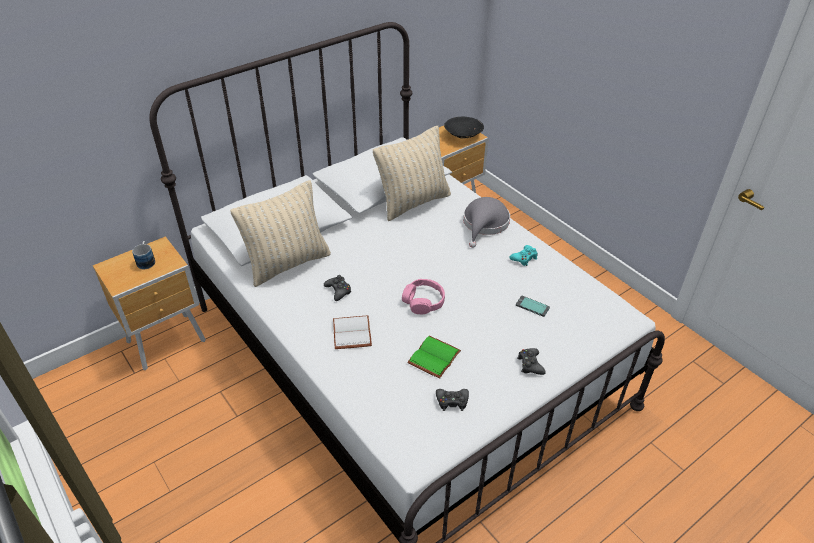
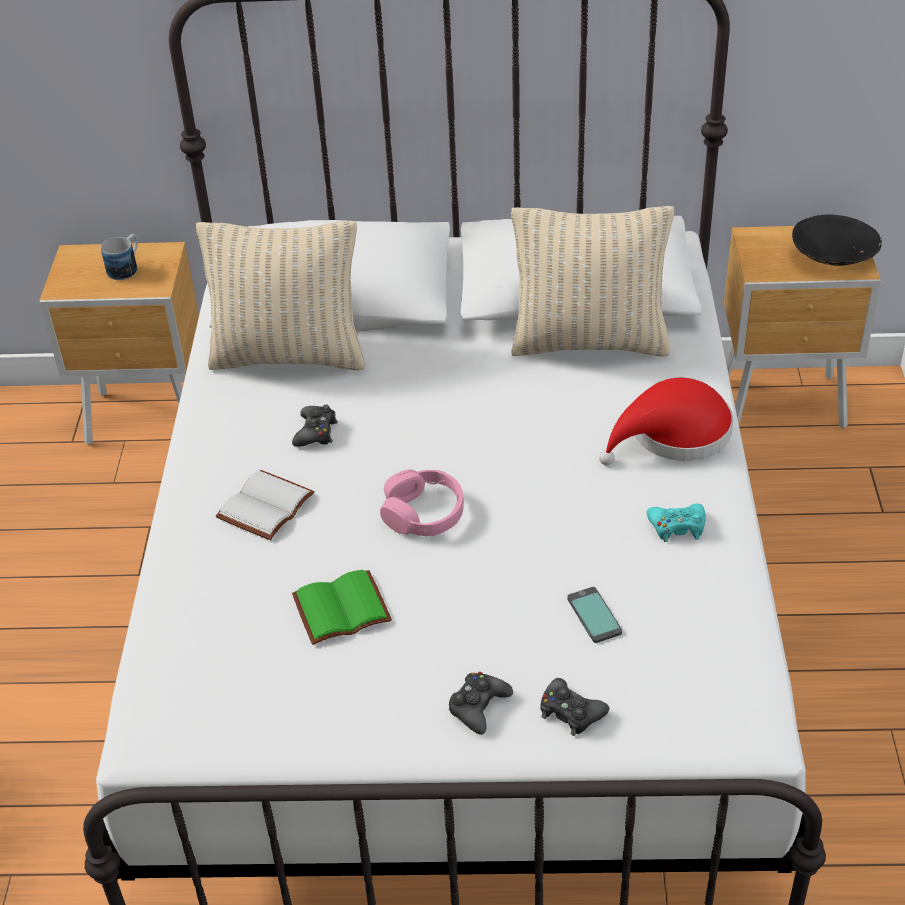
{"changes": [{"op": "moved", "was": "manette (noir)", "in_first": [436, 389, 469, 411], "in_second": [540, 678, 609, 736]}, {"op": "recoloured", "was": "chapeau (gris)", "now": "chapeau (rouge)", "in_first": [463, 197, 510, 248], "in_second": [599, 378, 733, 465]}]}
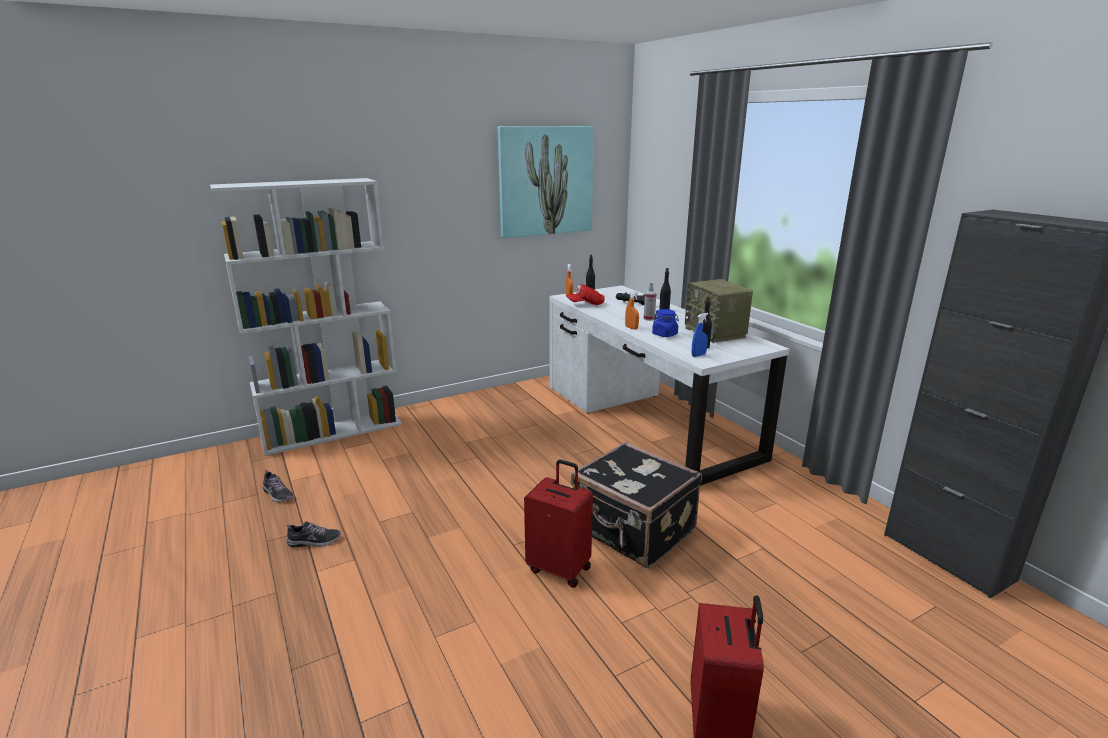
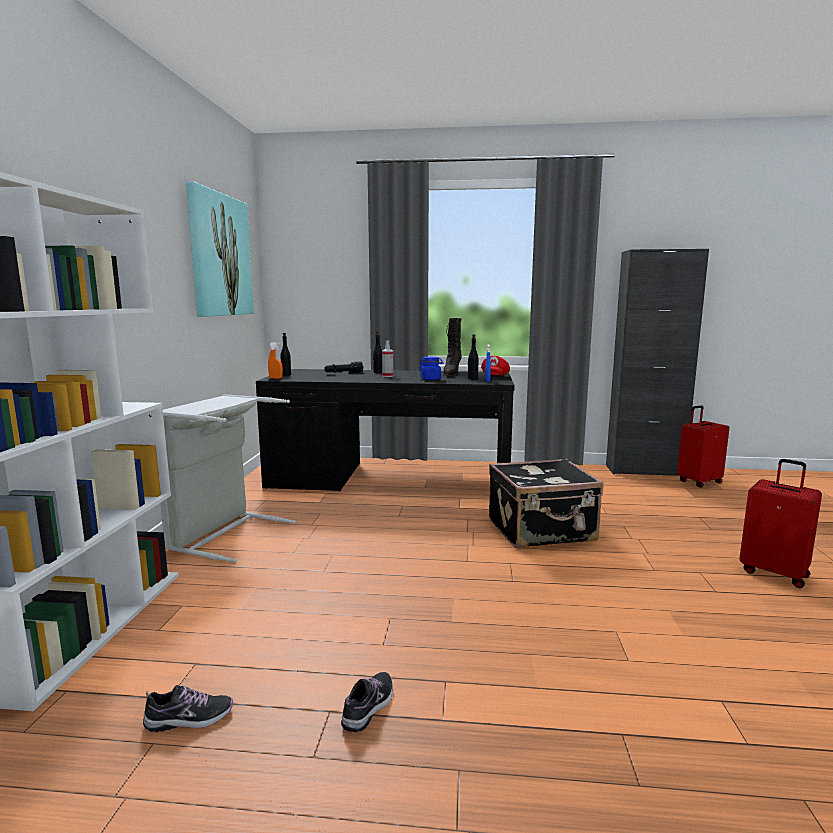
{"changes": [{"op": "removed", "was": "vaporisateur (orange)", "in_first": [625, 290, 639, 330]}, {"op": "added", "now": "panier à linge (gris)", "in_second": [160, 394, 296, 563]}, {"op": "moved", "was": "valise (rouge)", "in_first": [524, 459, 593, 588], "in_second": [677, 405, 729, 488]}, {"op": "moved", "was": "casquette (rouge)", "in_first": [566, 284, 605, 305], "in_second": [481, 356, 510, 375]}, {"op": "replaced", "was": "radio", "now": "botte (noir)", "in_first": [685, 279, 753, 343], "in_second": [443, 318, 462, 376]}, {"op": "recoloured", "was": "bureau (blanc)", "now": "bureau (noir)", "in_first": [549, 285, 789, 486], "in_second": [256, 369, 515, 492]}]}
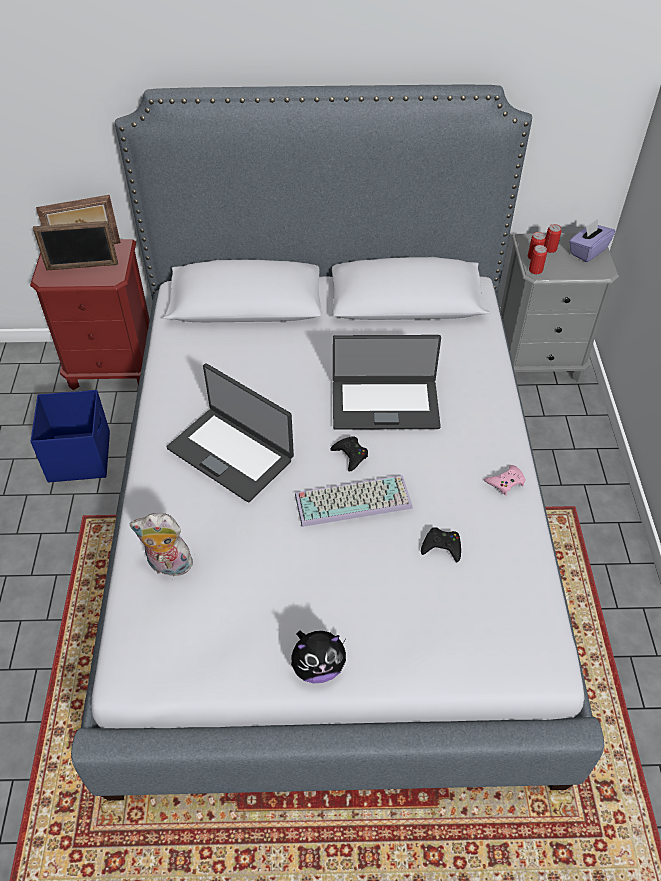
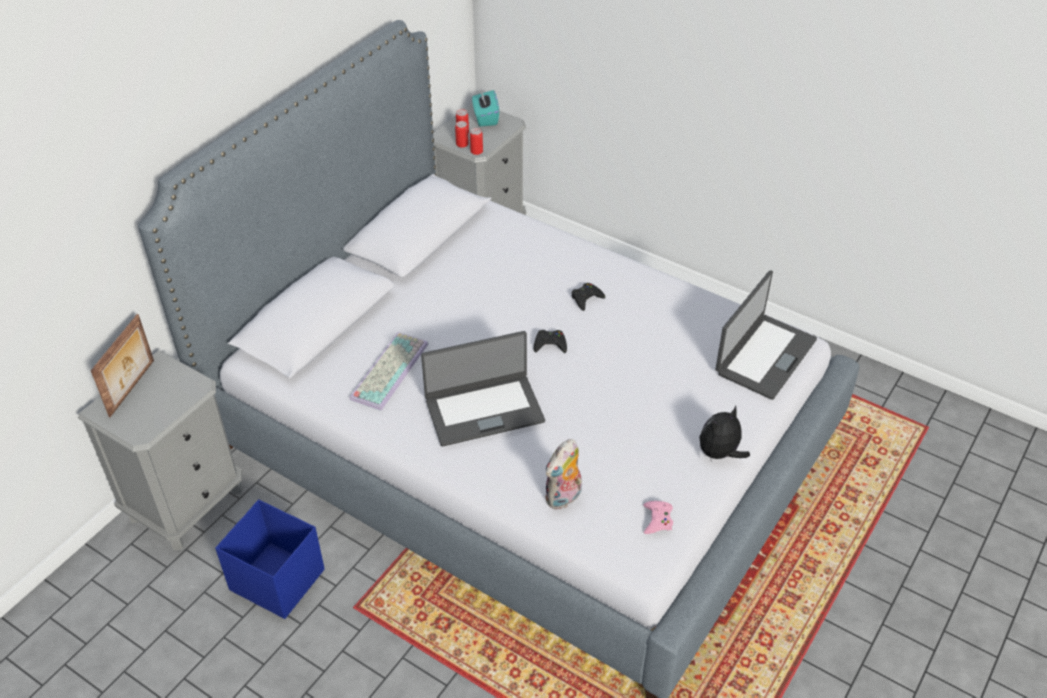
{"changes": [{"op": "removed", "was": "cadre photo", "in_first": [33, 221, 118, 271]}, {"op": "moved", "was": "clavier", "in_first": [295, 475, 413, 527], "in_second": [350, 332, 428, 411]}, {"op": "moved", "was": "ordinateur portable", "in_first": [333, 335, 441, 430], "in_second": [715, 270, 817, 400]}, {"op": "moved", "was": "manette (noir)", "in_first": [421, 527, 461, 562], "in_second": [572, 283, 605, 311]}, {"op": "moved", "was": "manette (rose)", "in_first": [484, 465, 526, 496], "in_second": [643, 501, 673, 534]}, {"op": "recoloured", "was": "table de chevet (rouge)", "now": "table de chevet (gris)", "in_first": [30, 239, 150, 390], "in_second": [78, 350, 242, 550]}, {"op": "recoloured", "was": "boîte à mouchoirs (violet)", "now": "boîte à mouchoirs (turquoise)", "in_first": [569, 219, 615, 262], "in_second": [472, 90, 499, 126]}, {"op": "turned", "was": "peluche", "in_first": [291, 631, 346, 683], "in_second": [699, 406, 750, 459], "clockwise": -150}]}
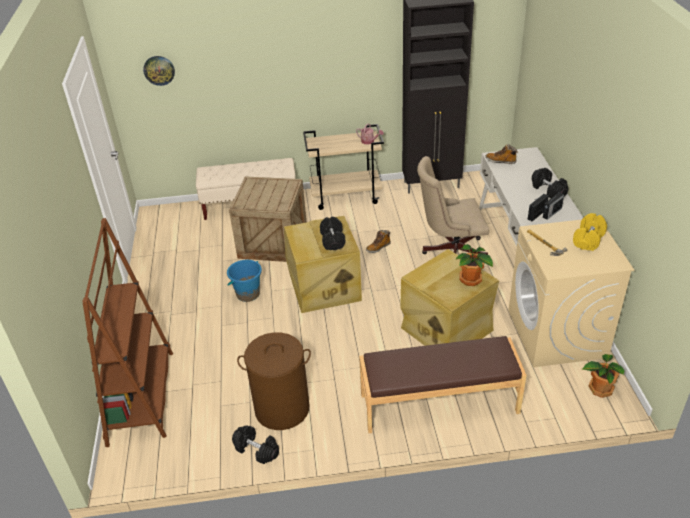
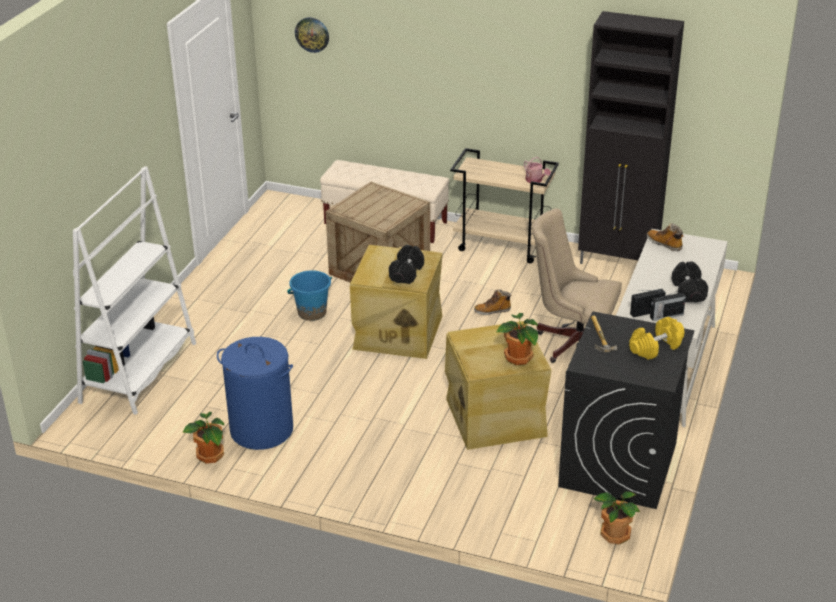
{"changes": [{"op": "removed", "was": "banc (marron)", "in_first": [359, 336, 527, 433]}, {"op": "replaced", "was": "haltère (noir)", "now": "plante en pot", "in_first": [232, 425, 279, 464], "in_second": [183, 412, 225, 464]}, {"op": "recoloured", "was": "bibliothèque (marron)", "now": "bibliothèque (blanc)", "in_first": [82, 218, 173, 447], "in_second": [73, 166, 196, 414]}, {"op": "recoloured", "was": "panier à linge (marron)", "now": "panier à linge (bleu)", "in_first": [237, 332, 311, 430], "in_second": [217, 337, 293, 450]}, {"op": "recoloured", "was": "lave-linge (beige)", "now": "lave-linge (noir)", "in_first": [508, 220, 634, 367], "in_second": [558, 312, 695, 509]}]}
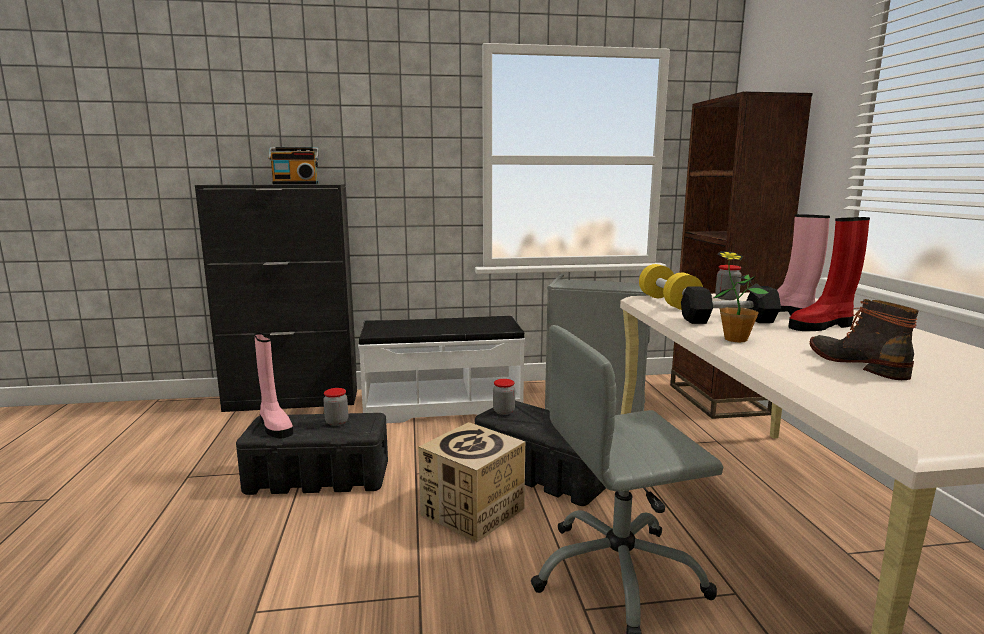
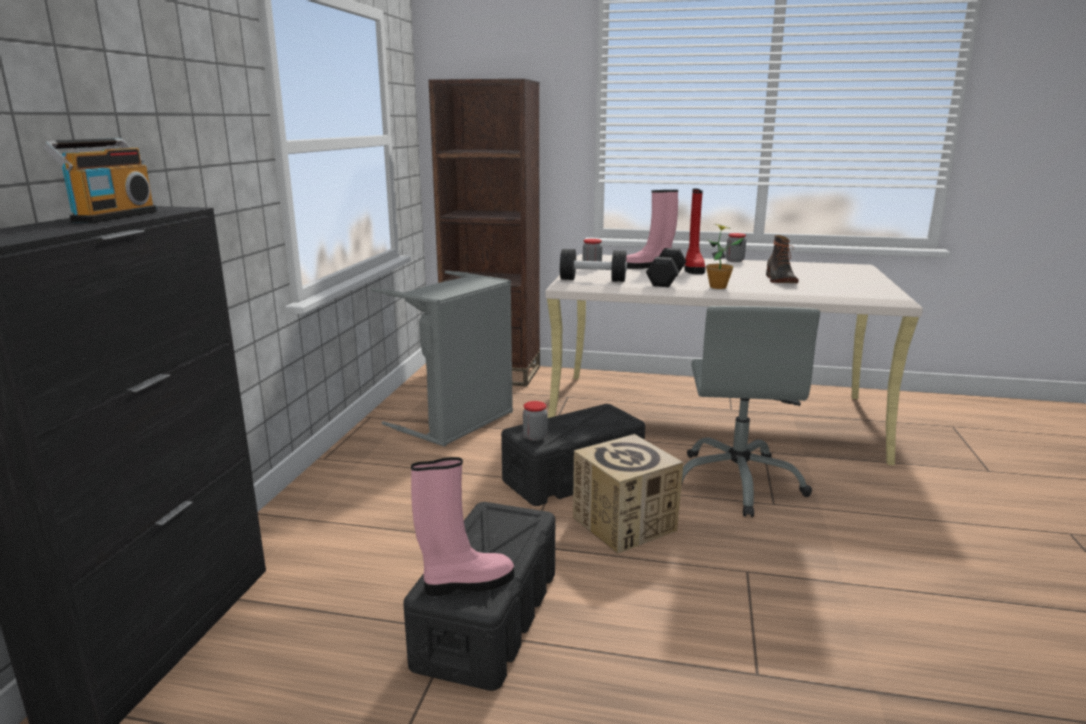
{"changes": [{"op": "removed", "was": "banc (blanc)", "in_first": [358, 316, 525, 423]}, {"op": "moved", "was": "bocal", "in_first": [323, 388, 348, 426], "in_second": [726, 233, 746, 262]}, {"op": "recoloured", "was": "haltère (jaune)", "now": "haltère (noir)", "in_first": [639, 264, 703, 310], "in_second": [560, 249, 627, 282]}, {"op": "turned", "was": "botte", "in_first": [810, 299, 919, 380], "in_second": [766, 235, 799, 283], "clockwise": -90}]}
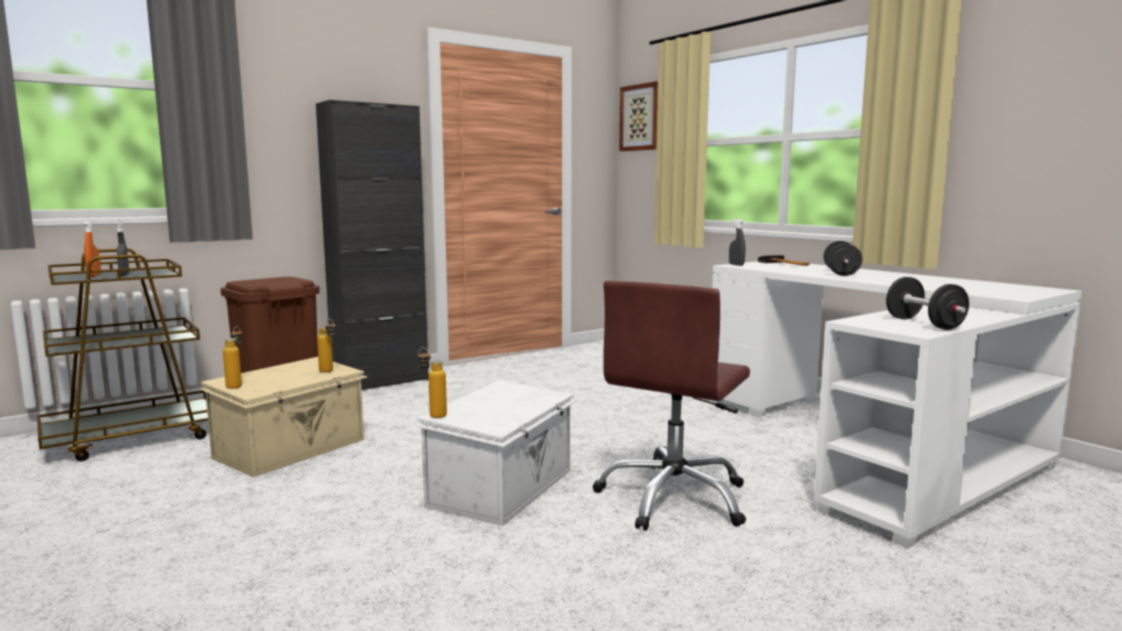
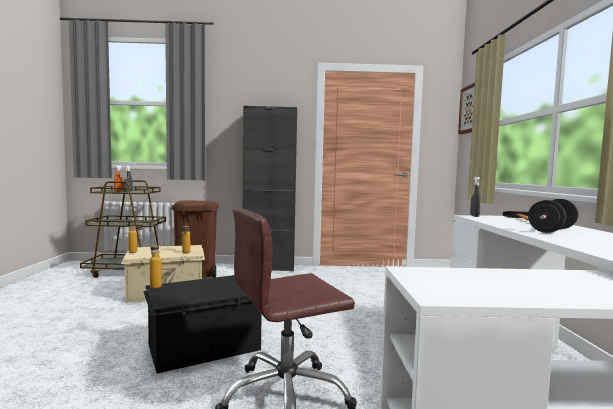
{"changes": [{"op": "removed", "was": "haltère (noir)", "in_first": [886, 277, 969, 330]}, {"op": "recoloured", "was": "boîte de rangement (blanc)", "now": "boîte de rangement (noir)", "in_first": [417, 380, 578, 526], "in_second": [143, 275, 262, 373]}]}
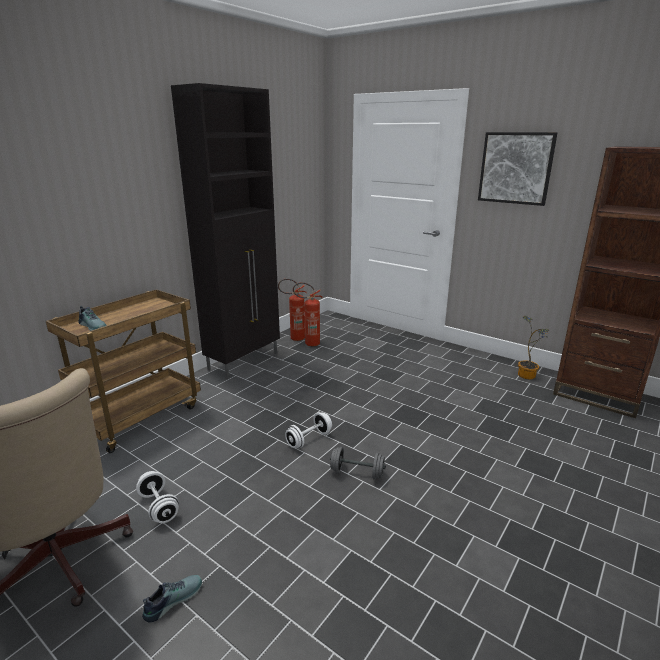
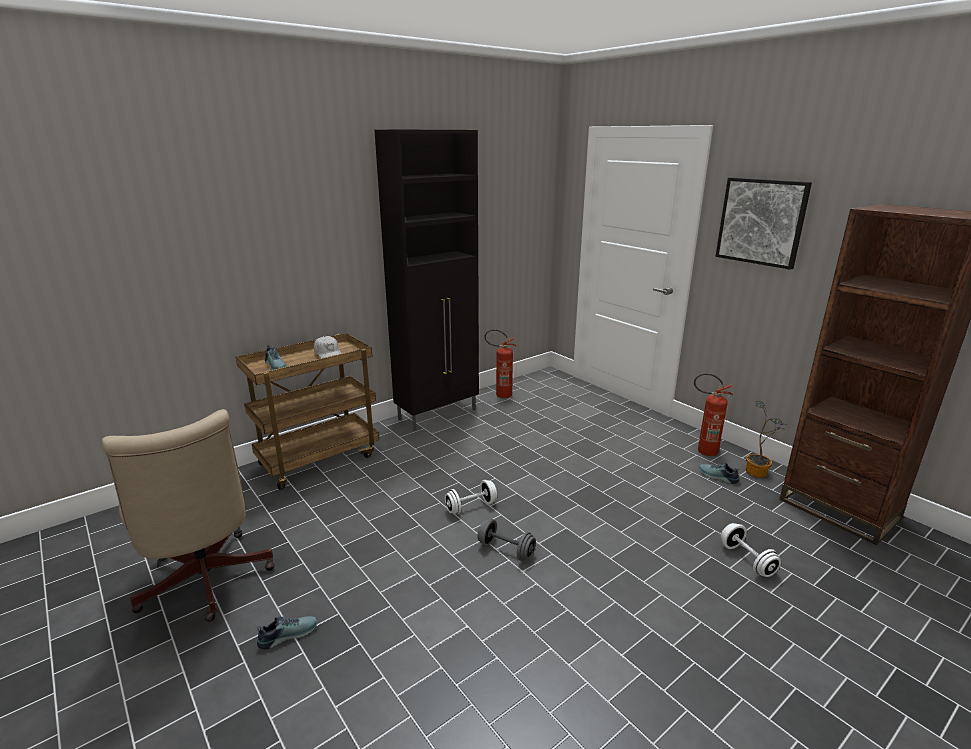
{"changes": [{"op": "added", "now": "casquette (blanc)", "in_second": [314, 336, 342, 358]}, {"op": "added", "now": "chaussure", "in_second": [699, 462, 740, 484]}, {"op": "moved", "was": "haltère (blanc)", "in_first": [136, 471, 179, 523], "in_second": [721, 523, 781, 577]}, {"op": "moved", "was": "extincteur", "in_first": [293, 282, 323, 346], "in_second": [694, 373, 733, 456]}]}
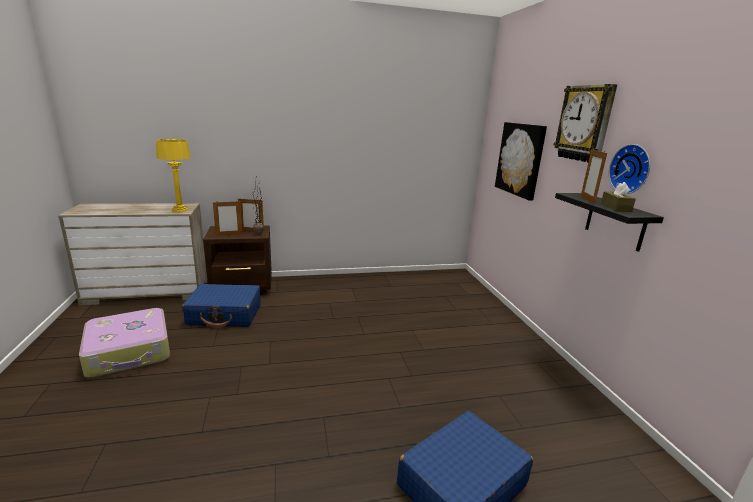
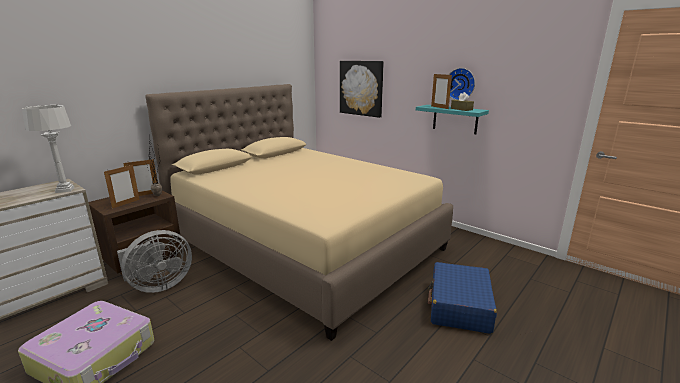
{"changes": [{"op": "removed", "was": "horloge murale", "in_first": [554, 84, 617, 163]}, {"op": "added", "now": "lit (beige)", "in_second": [145, 84, 453, 341]}, {"op": "replaced", "was": "valise (bleu)", "now": "ventilateur (gris)", "in_first": [182, 284, 261, 328], "in_second": [117, 230, 192, 293]}, {"op": "recoloured", "was": "lampe de table (jaune)", "now": "lampe de table (gris)", "in_first": [156, 139, 191, 213], "in_second": [22, 105, 75, 193]}, {"op": "recoloured", "was": "étagère (noir)", "now": "étagère (turquoise)", "in_first": [555, 193, 664, 252], "in_second": [416, 105, 489, 134]}]}
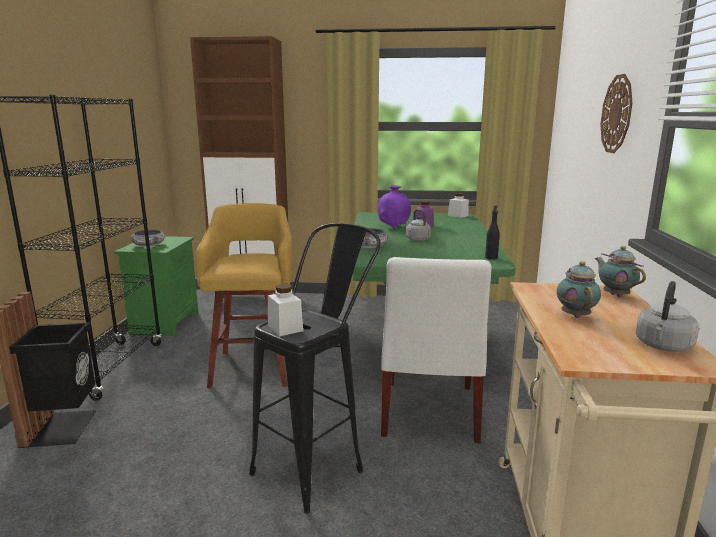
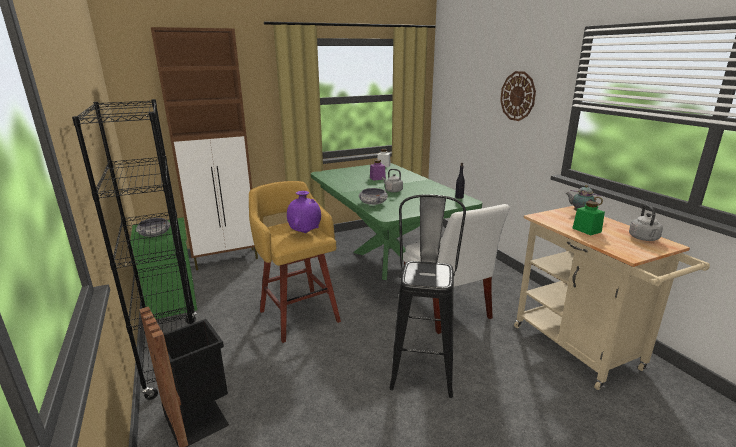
{"changes": [{"op": "removed", "was": "bocal (blanc)", "in_first": [268, 284, 303, 336]}, {"op": "moved", "was": "vase (violet)", "in_first": [378, 185, 411, 228], "in_second": [287, 191, 321, 233]}, {"op": "replaced", "was": "théière", "now": "bocal (vert)", "in_first": [557, 261, 601, 318], "in_second": [573, 201, 605, 235]}]}
